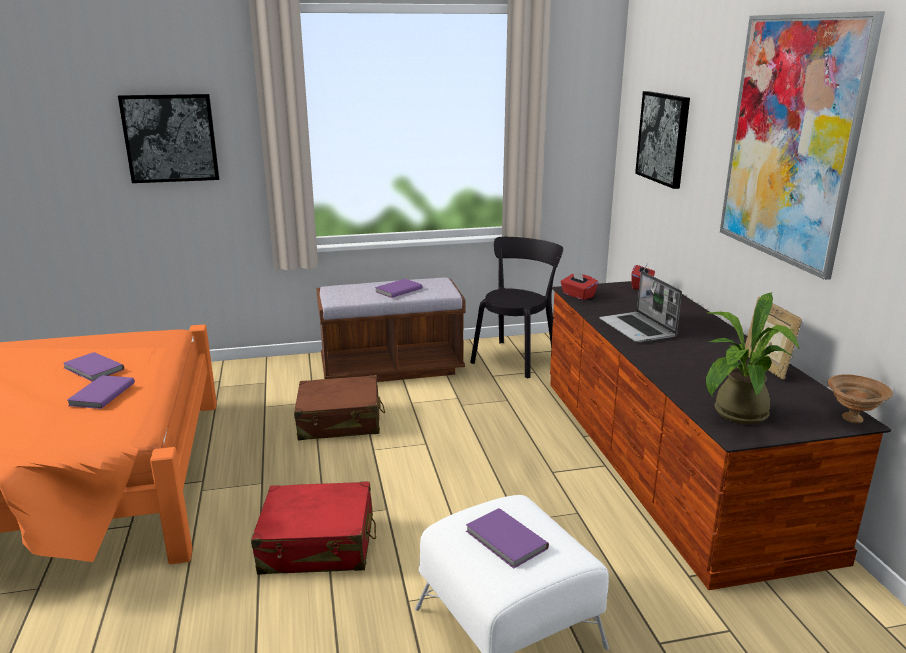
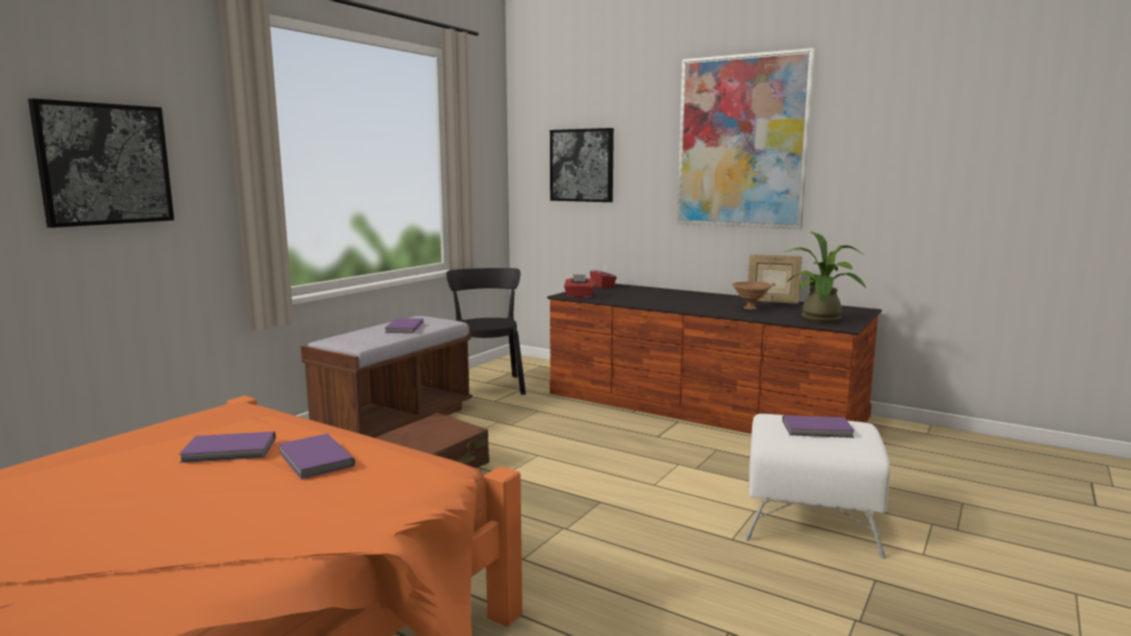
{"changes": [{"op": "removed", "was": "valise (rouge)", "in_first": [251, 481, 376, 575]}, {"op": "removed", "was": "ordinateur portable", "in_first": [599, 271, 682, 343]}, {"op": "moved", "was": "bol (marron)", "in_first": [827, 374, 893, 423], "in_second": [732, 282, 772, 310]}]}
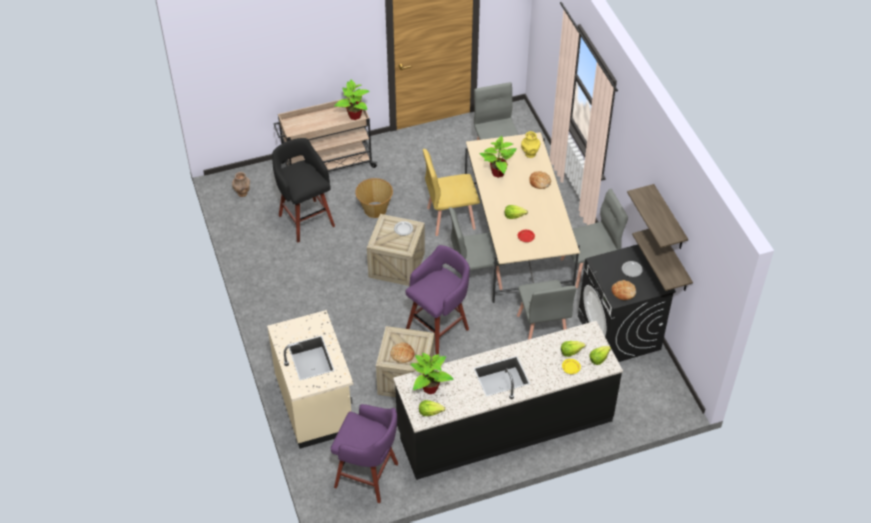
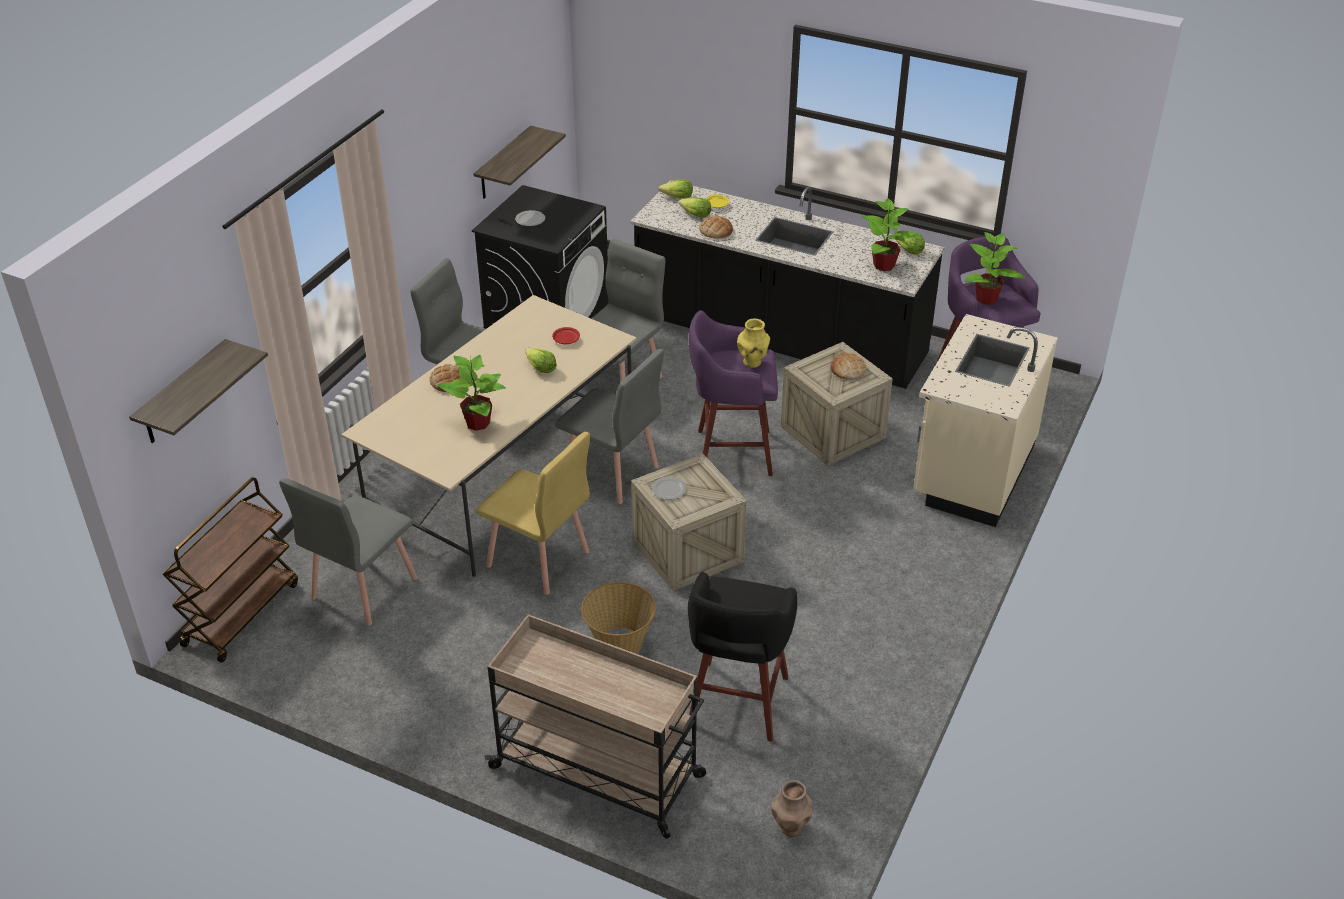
{"changes": [{"op": "added", "now": "chariot (marron)", "in_second": [163, 477, 298, 663]}, {"op": "moved", "was": "plante en pot", "in_first": [334, 79, 370, 120], "in_second": [965, 232, 1026, 305]}, {"op": "moved", "was": "vase (jaune)", "in_first": [521, 131, 541, 158], "in_second": [737, 318, 770, 368]}, {"op": "moved", "was": "pain", "in_first": [612, 280, 636, 300], "in_second": [699, 216, 733, 239]}, {"op": "moved", "was": "étagère", "in_first": [627, 184, 688, 249], "in_second": [129, 339, 268, 443]}]}
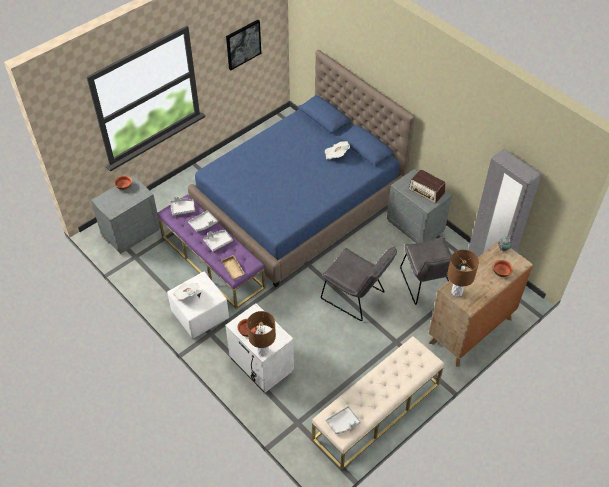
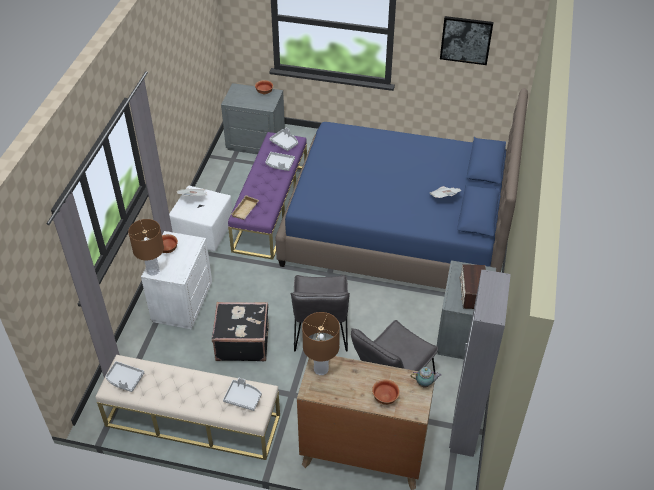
{"changes": [{"op": "added", "now": "valise (noir)", "in_second": [212, 302, 269, 361]}, {"op": "moved", "was": "plateau (gris)", "in_first": [203, 230, 233, 252], "in_second": [223, 378, 262, 411]}]}
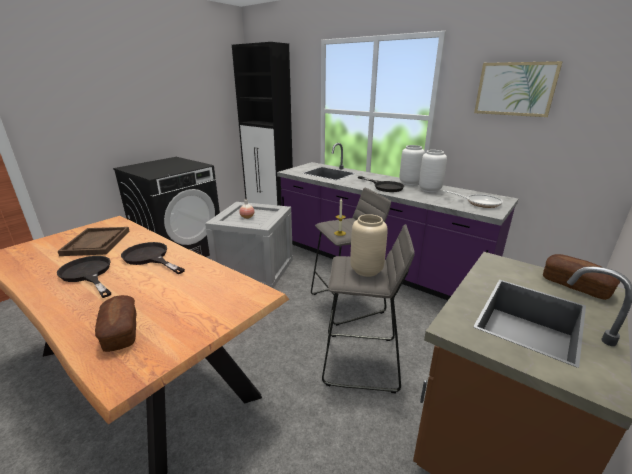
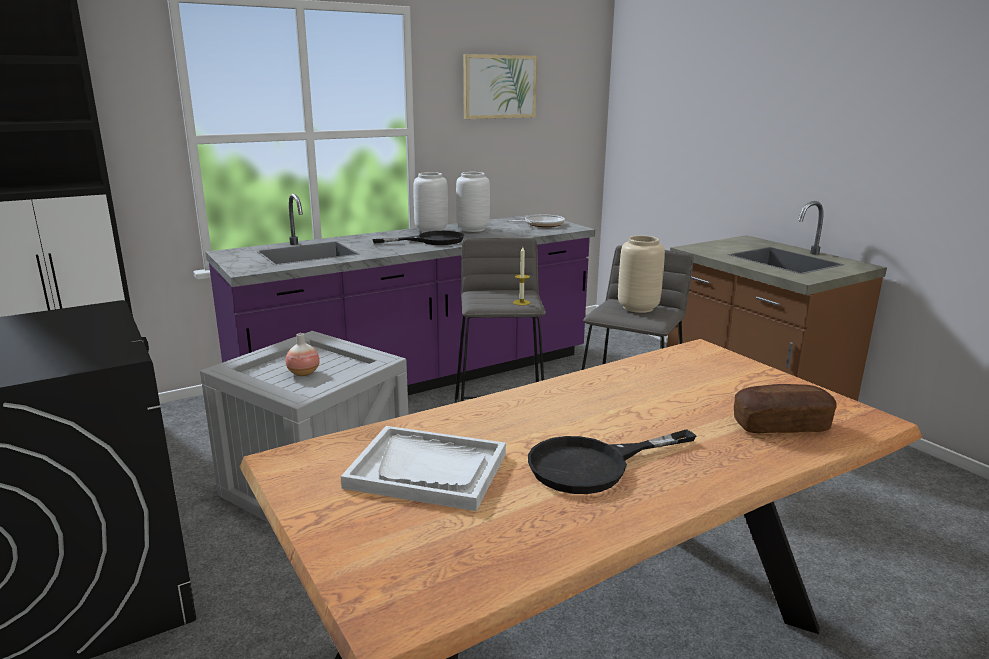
{"changes": [{"op": "removed", "was": "poêle (noir)", "in_first": [121, 242, 185, 274]}, {"op": "removed", "was": "pain", "in_first": [543, 254, 620, 300]}, {"op": "recoloured", "was": "plateau (marron)", "now": "plateau (blanc)", "in_first": [58, 227, 130, 256], "in_second": [341, 426, 506, 511]}]}
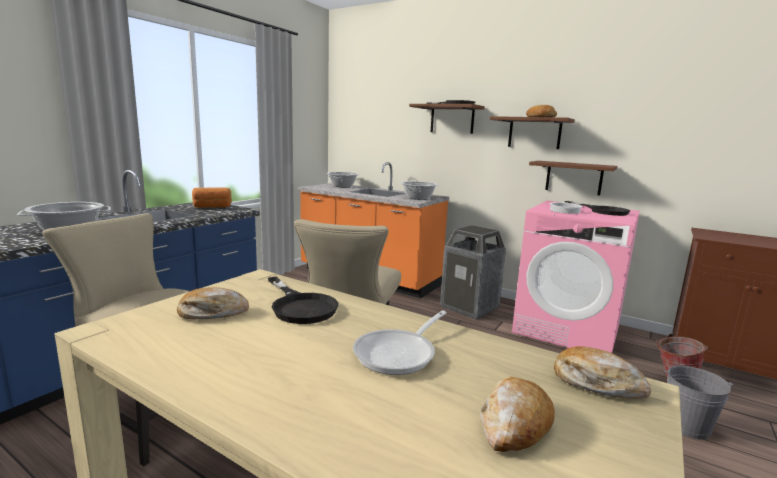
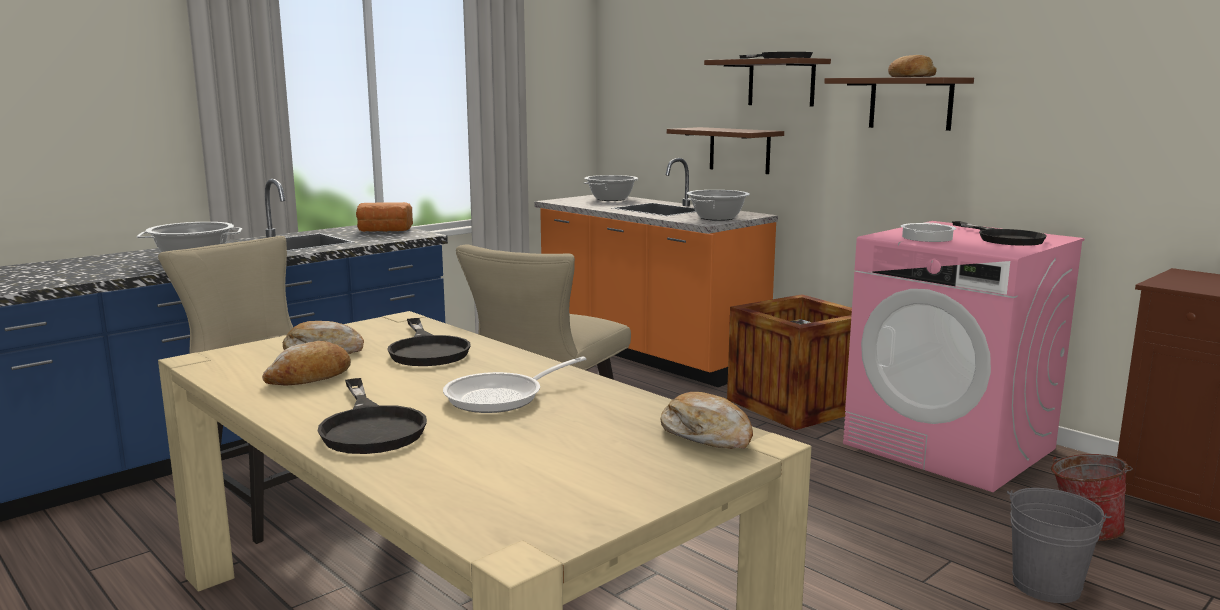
{"changes": [{"op": "added", "now": "poêle (noir)", "in_second": [318, 378, 427, 454]}, {"op": "moved", "was": "pain", "in_first": [480, 377, 555, 452], "in_second": [262, 341, 351, 386]}, {"op": "moved", "was": "étagère (marron)", "in_first": [529, 161, 618, 195], "in_second": [667, 127, 784, 174]}, {"op": "replaced", "was": "poubelle", "now": "caisse", "in_first": [440, 225, 506, 320], "in_second": [727, 294, 852, 430]}]}
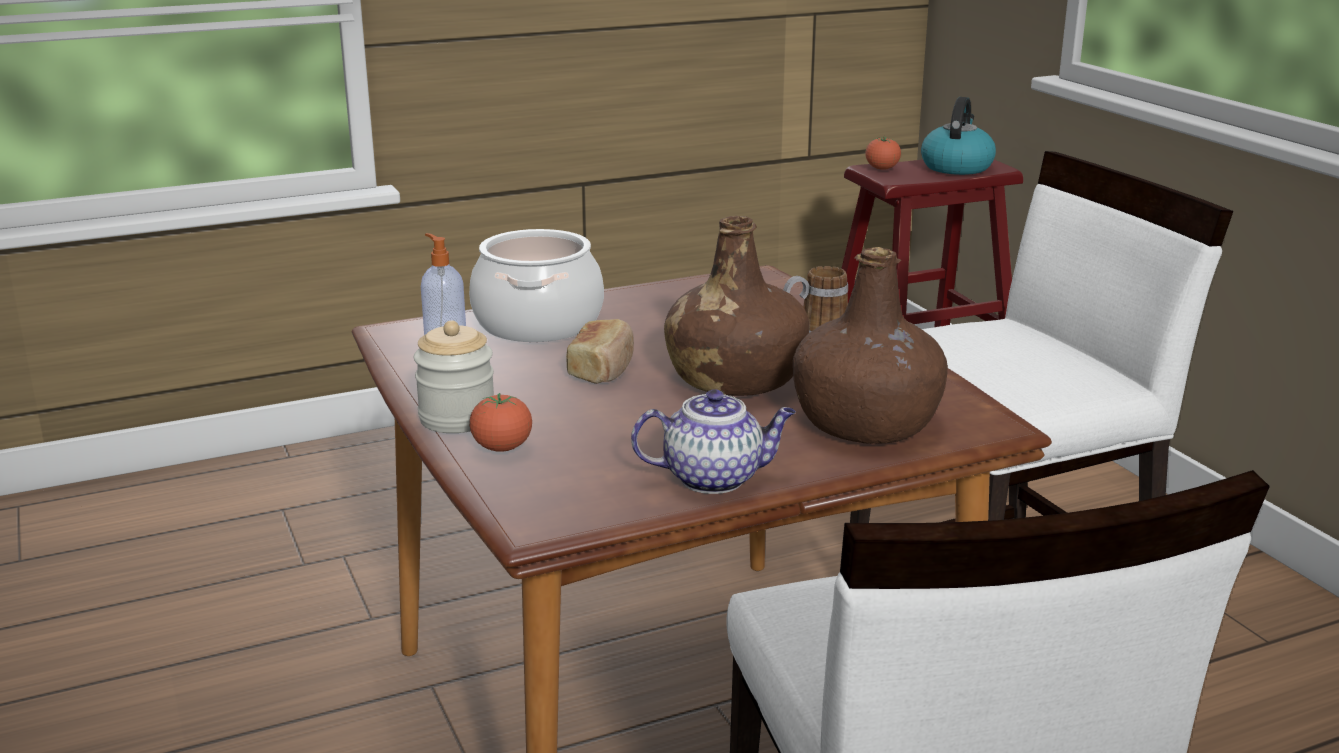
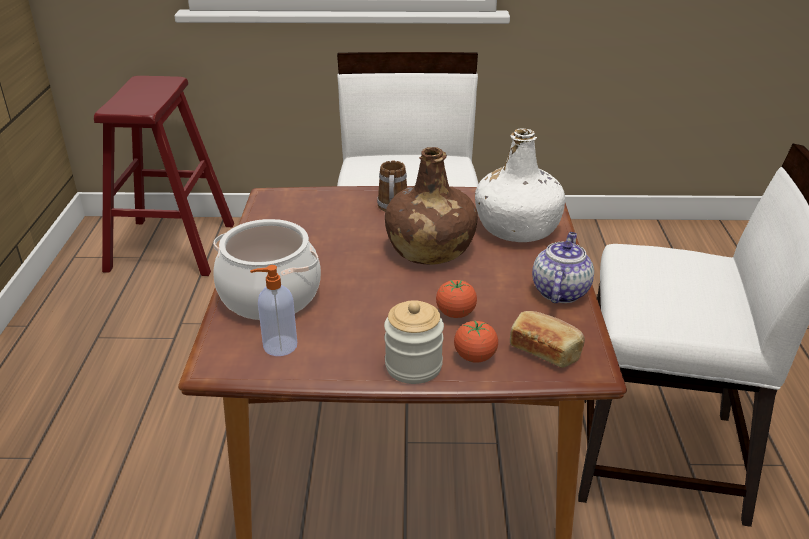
{"changes": [{"op": "removed", "was": "bouilloire", "in_first": [921, 97, 996, 175]}, {"op": "moved", "was": "pain", "in_first": [566, 319, 634, 384], "in_second": [510, 311, 585, 368]}, {"op": "moved", "was": "tomate", "in_first": [865, 135, 901, 170], "in_second": [436, 280, 477, 318]}, {"op": "recoloured", "was": "bouteille (marron)", "now": "bouteille (blanc)", "in_first": [793, 247, 948, 444], "in_second": [475, 129, 565, 242]}]}
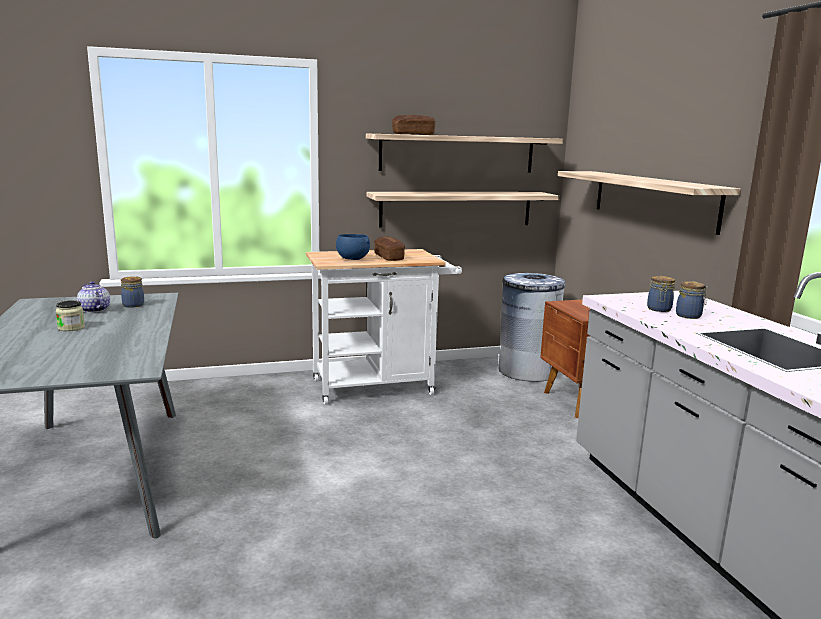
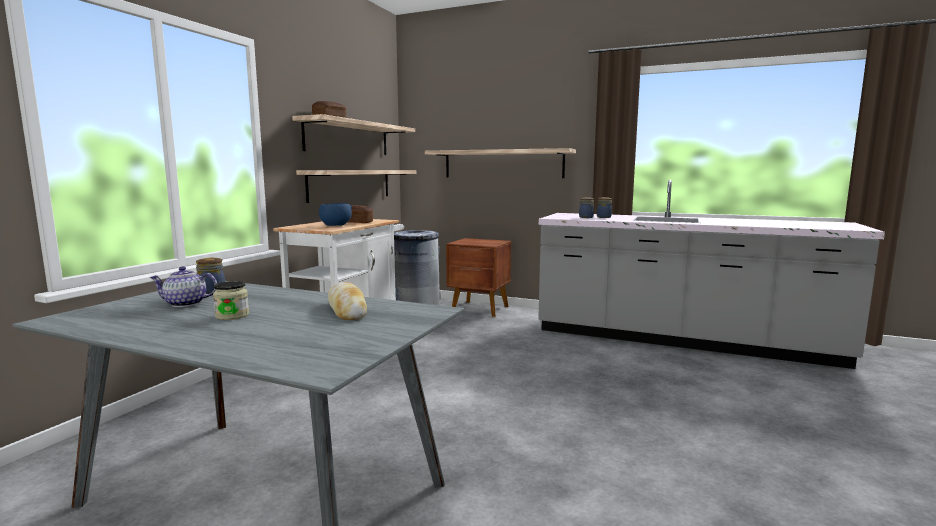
{"changes": [{"op": "added", "now": "pain", "in_second": [328, 282, 367, 320]}]}
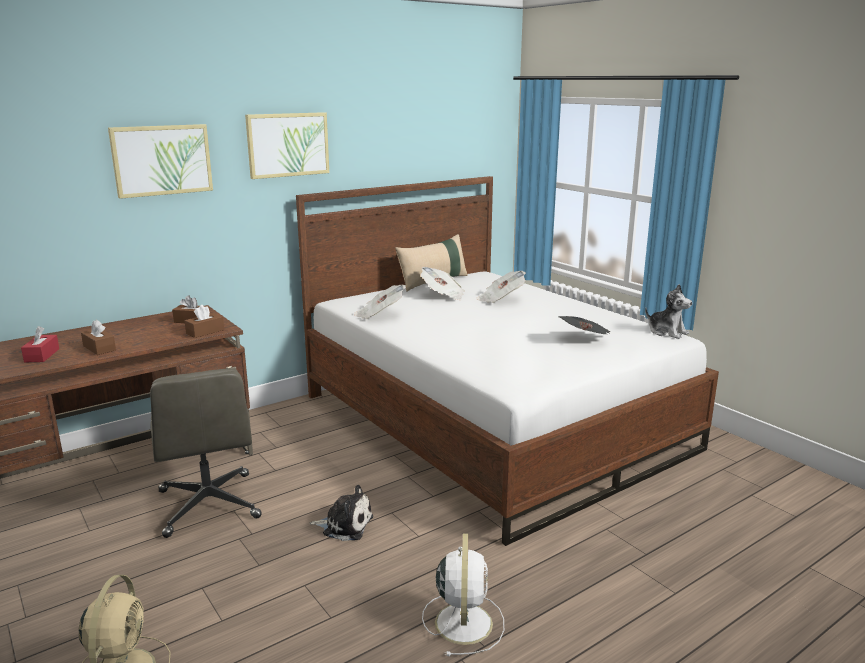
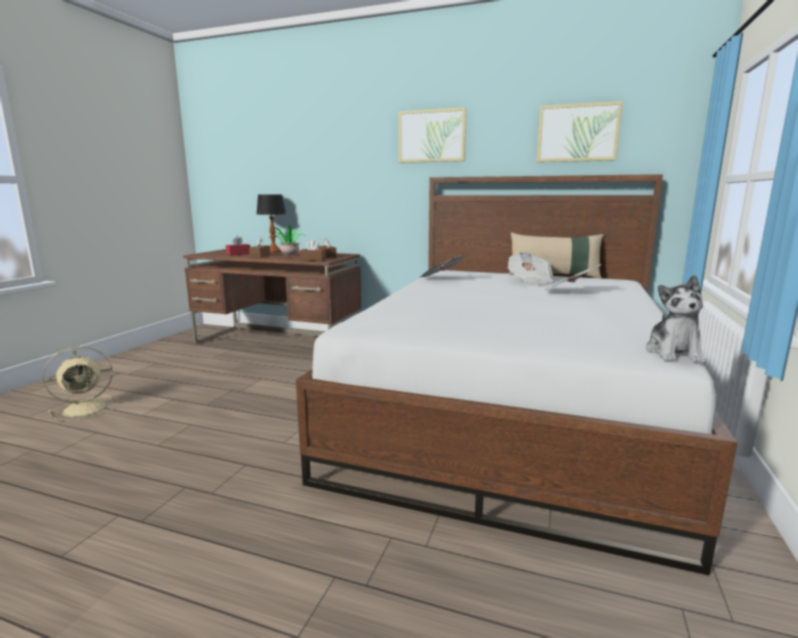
{"changes": [{"op": "removed", "was": "chaise de bureau (gris)", "in_first": [150, 368, 262, 538]}, {"op": "removed", "was": "peluche", "in_first": [309, 485, 373, 541]}, {"op": "removed", "was": "ventilateur (blanc)", "in_first": [422, 533, 504, 656]}, {"op": "removed", "was": "journal", "in_first": [557, 316, 611, 334]}, {"op": "added", "now": "lampe de table", "in_second": [257, 194, 286, 253]}, {"op": "added", "now": "plante en pot", "in_second": [268, 226, 305, 255]}, {"op": "moved", "was": "tableau", "in_first": [108, 124, 213, 199], "in_second": [537, 101, 622, 162]}]}
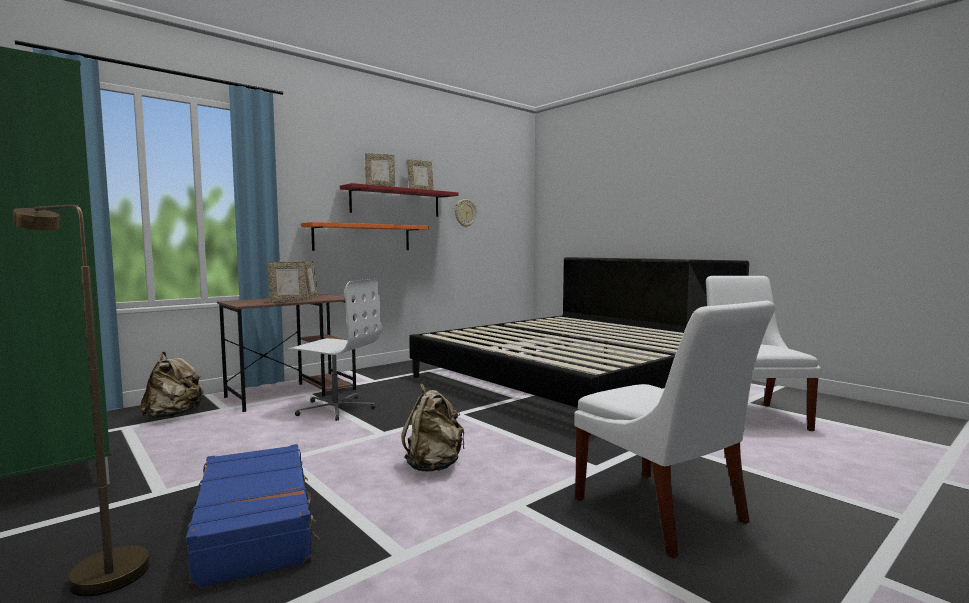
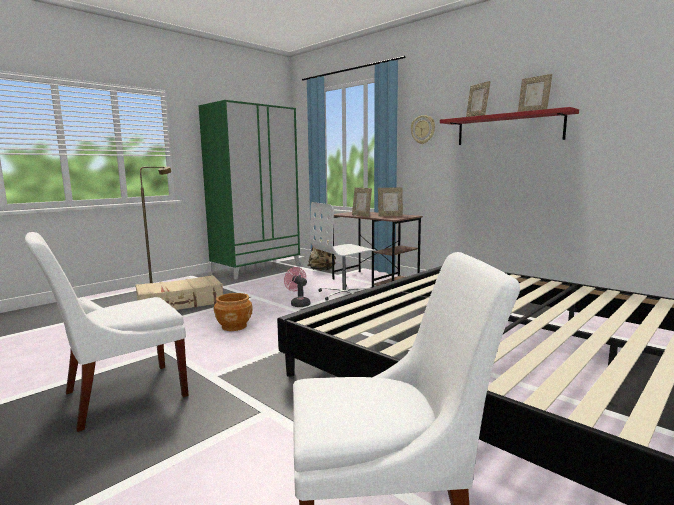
{"changes": [{"op": "removed", "was": "étagère (orange)", "in_first": [301, 222, 429, 251]}, {"op": "added", "now": "ventilateur (rose)", "in_second": [284, 267, 310, 307]}, {"op": "moved", "was": "horloge murale", "in_first": [455, 199, 477, 227], "in_second": [411, 115, 435, 144]}, {"op": "replaced", "was": "sac à dos (beige)", "now": "cache-pot (marron)", "in_first": [401, 383, 465, 472], "in_second": [214, 293, 253, 331]}, {"op": "recoloured", "was": "valise (bleu)", "now": "valise (beige)", "in_first": [186, 444, 319, 590], "in_second": [135, 275, 223, 310]}, {"op": "turned", "was": "chaise de bureau (blanc)", "in_first": [286, 278, 381, 421], "in_second": [310, 202, 376, 301], "clockwise": 45}]}
